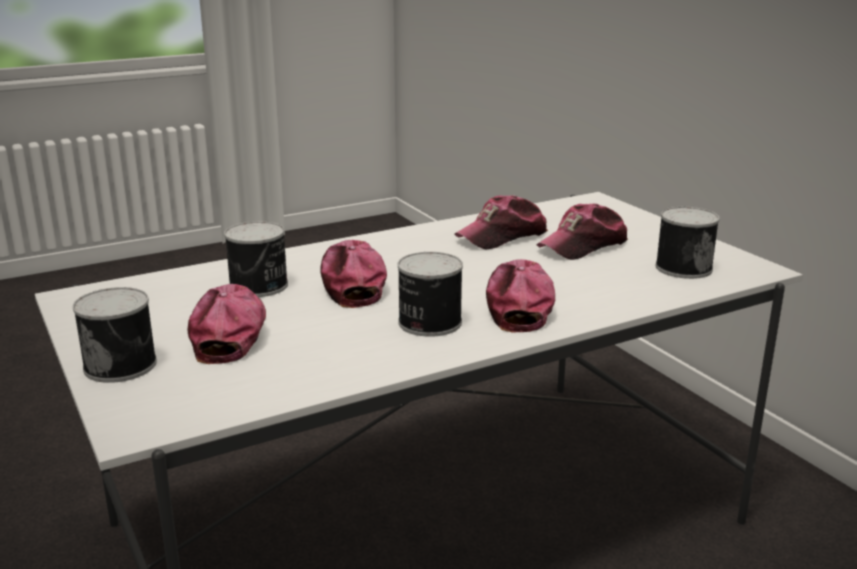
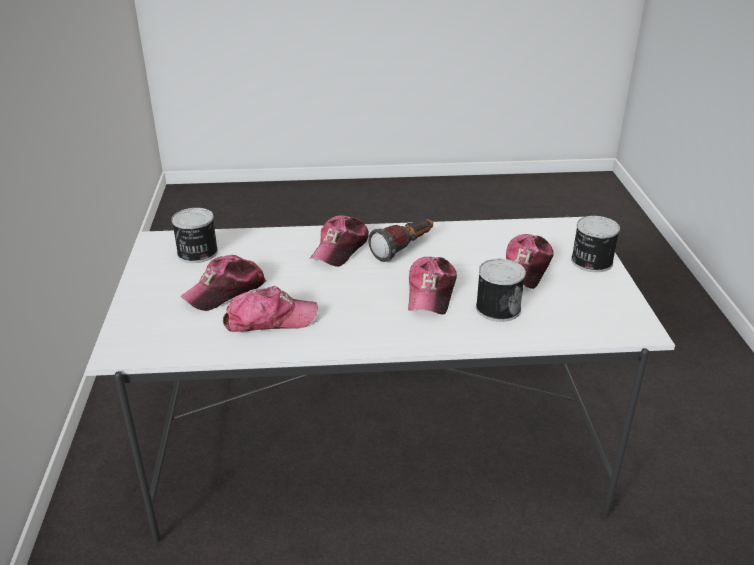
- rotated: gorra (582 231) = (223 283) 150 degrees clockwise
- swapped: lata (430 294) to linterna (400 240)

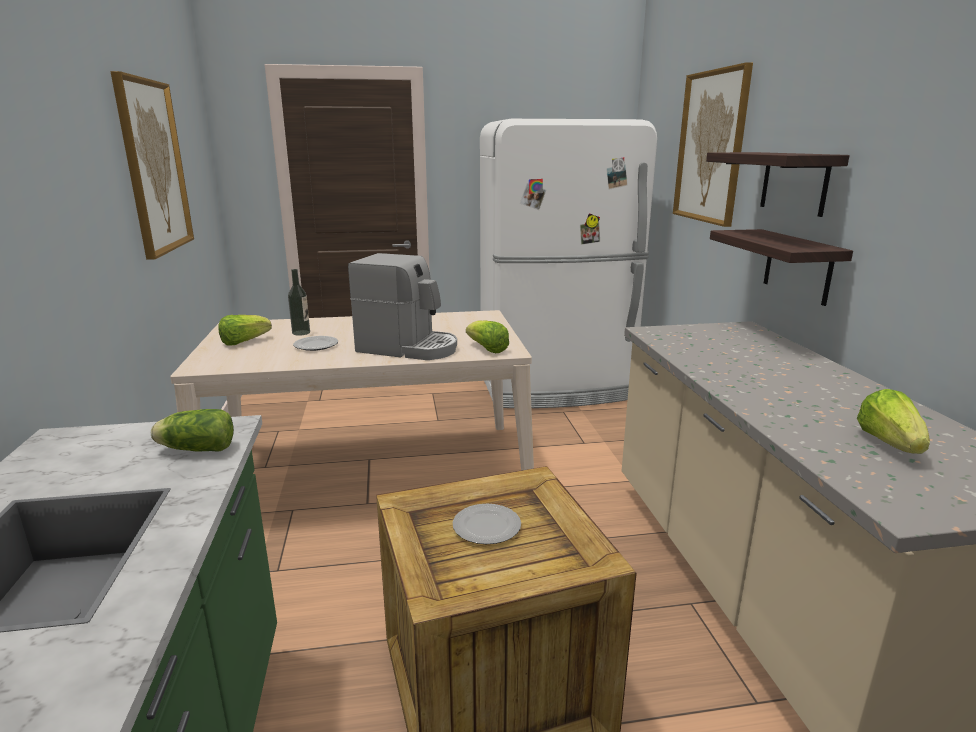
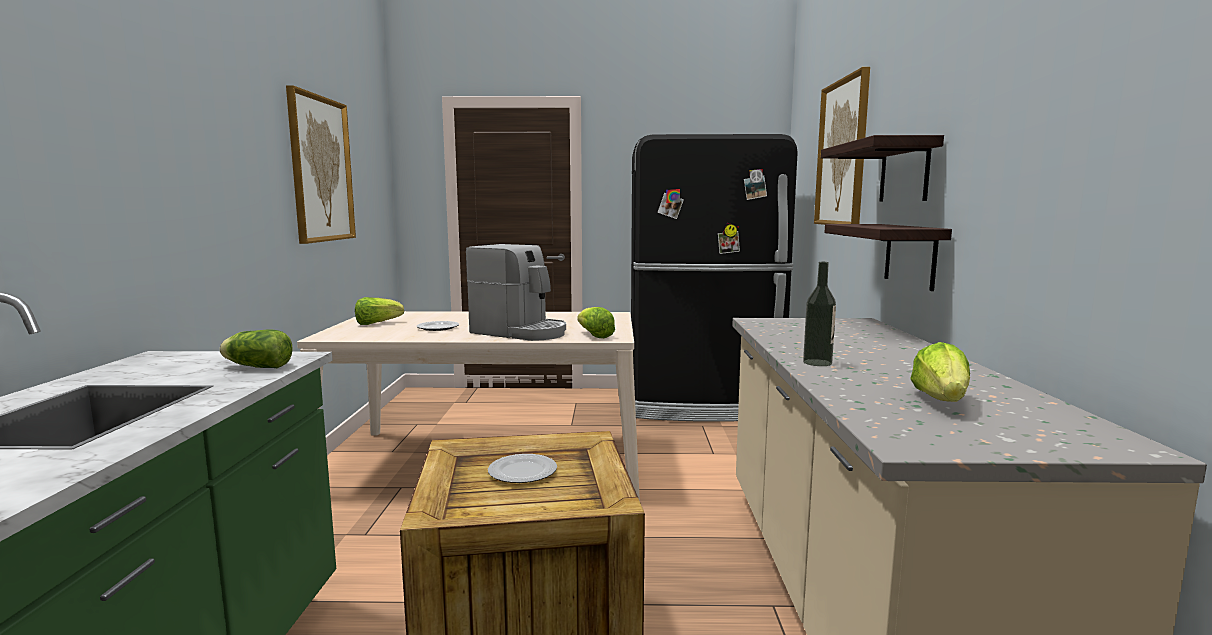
- repainted: nevera [blanco] (568 263) to nevera [negro] (714 278)
- shifted: botella (299 302) to (819 314)

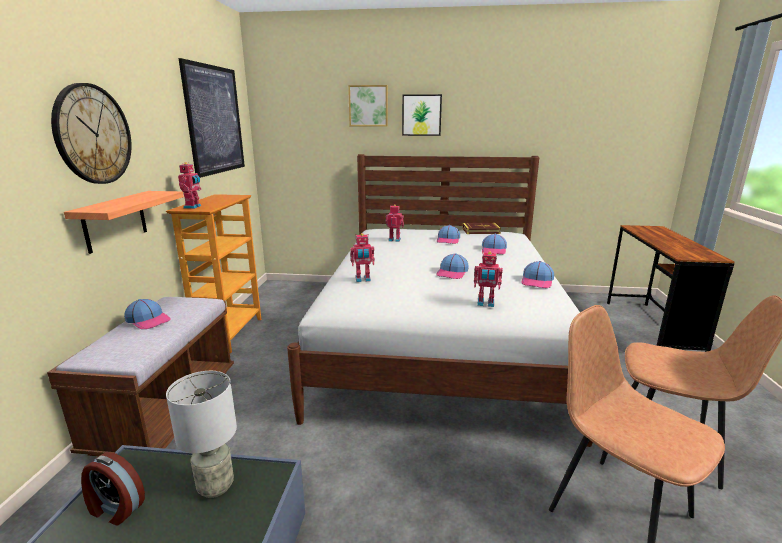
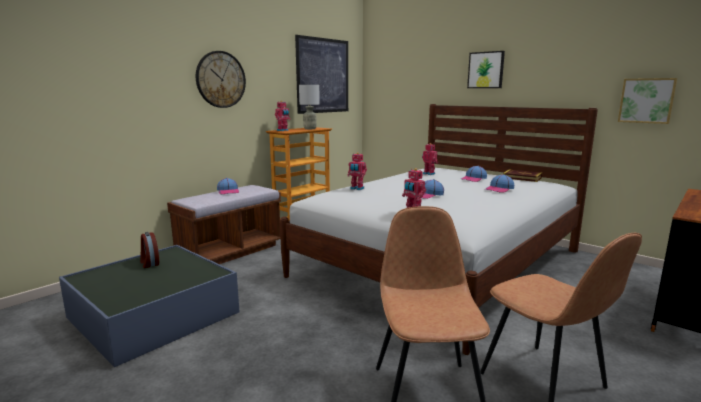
- shifted: lámpara de mesa [gris] (201 434) to (309 107)
- shifted: cuadro (368 105) to (647 101)
- gone: estante (124 222)
- gone: gorra (537 274)

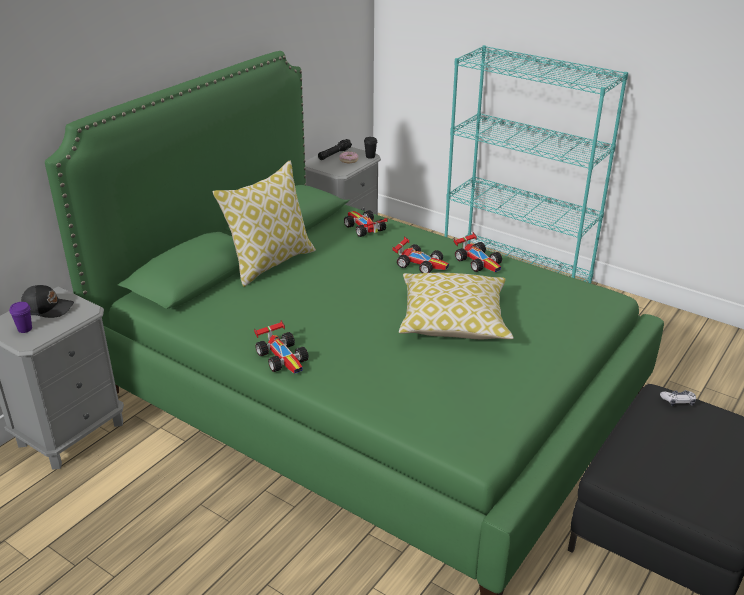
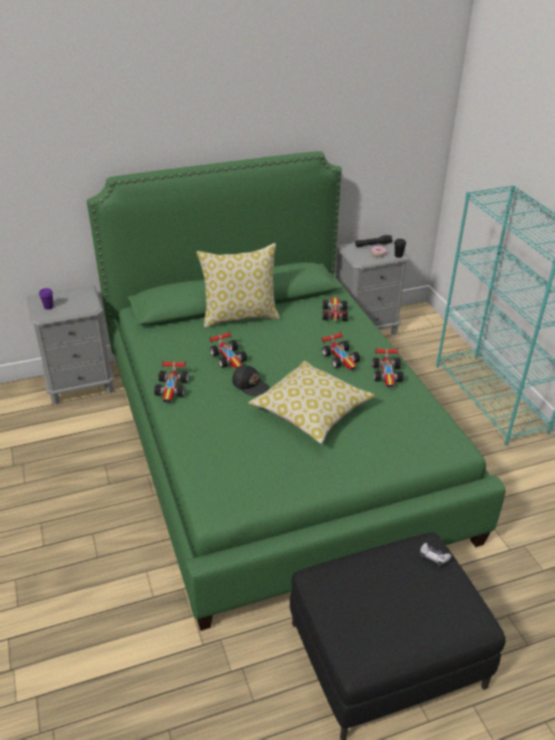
- new: coche de juguete (228 350)
- shifted: gorra [negro] (47 301) to (250 380)

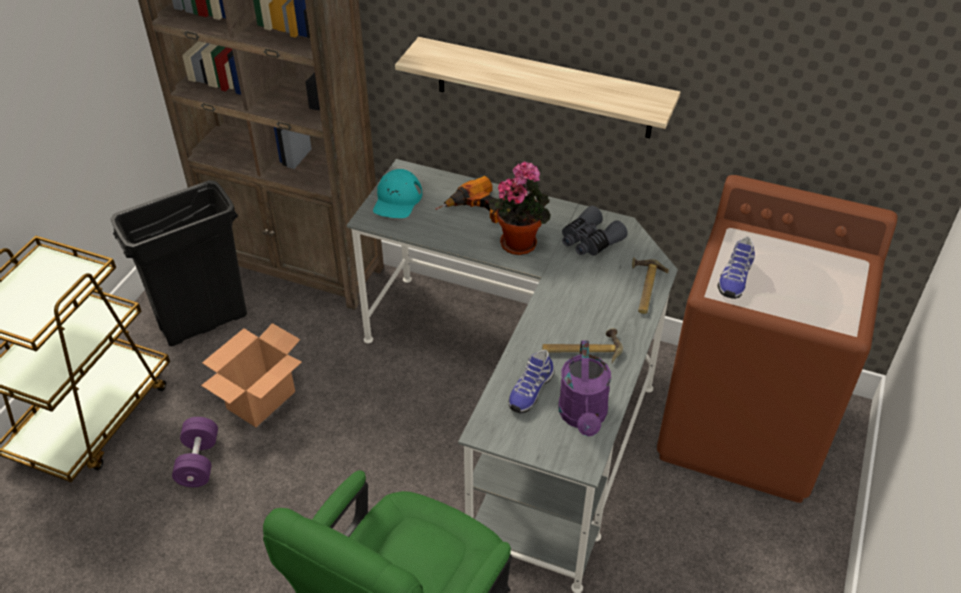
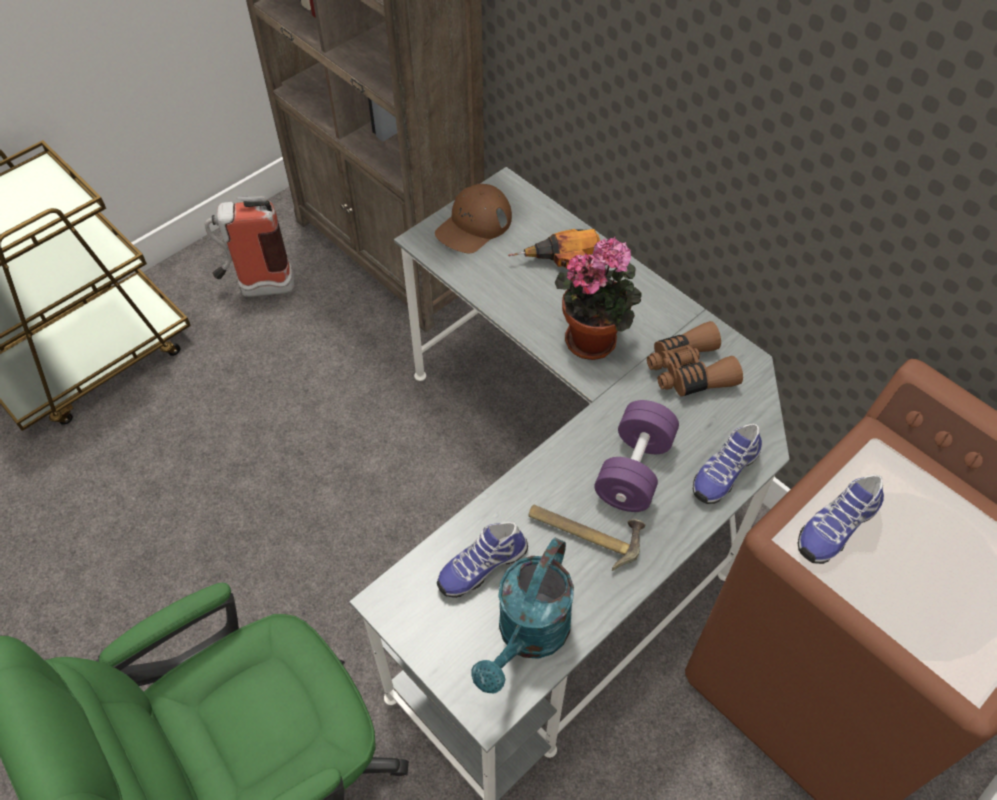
- swapped: papelera [negro] (179 263) to extintor (249 246)
- repainted: gorra [turquesa] (397 193) to gorra [marrón] (473 218)
- repainted: regadera [morado] (585 388) to regadera [turquesa] (523 615)
- shifted: mancuerna [morado] (195 452) to (636 456)
- repainted: prismáticos [gris] (595 231) to prismáticos [marrón] (695 359)
- swapped: martillo (650 285) to zapato (727 464)
- gone: caja de cartón (251 375)
- gone: estante (538 87)

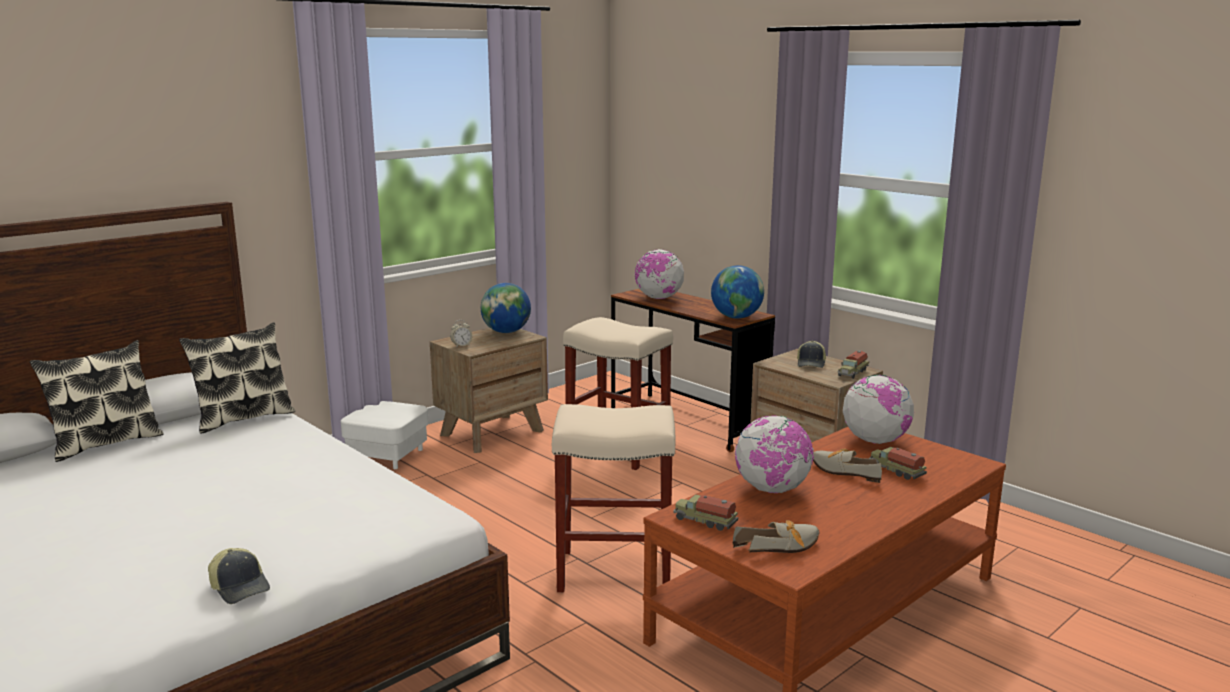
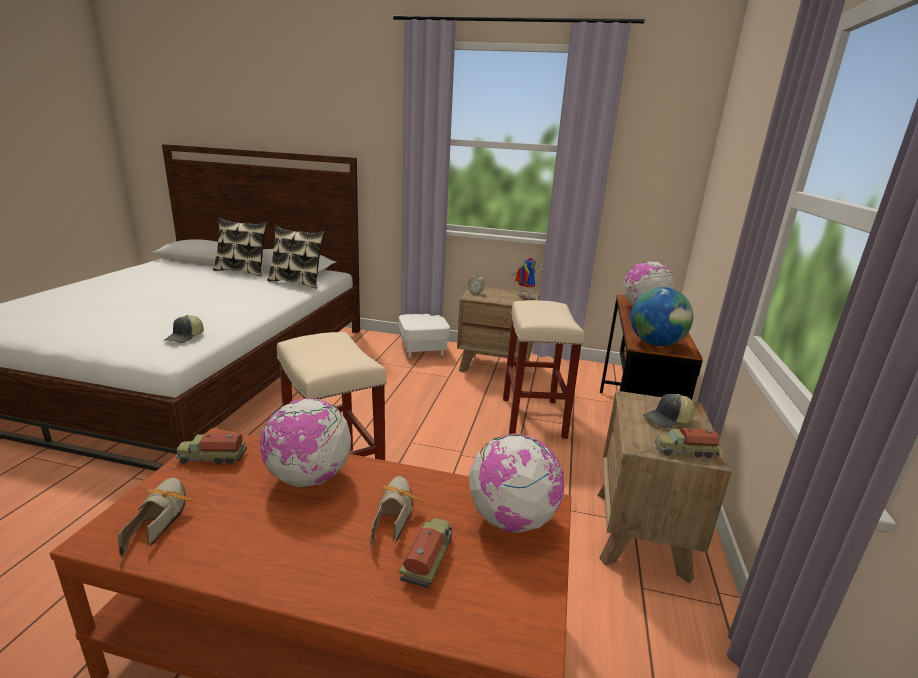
- rotated: zapato (775 536) = (155 518) 135 degrees counterclockwise
- shifted: gorra (239 576) to (184 329)
- rotated: camión de juguete (705 512) = (211 449) 90 degrees counterclockwise
- swapped: globo terráqueo (506 308) to robot de juguete (527 278)

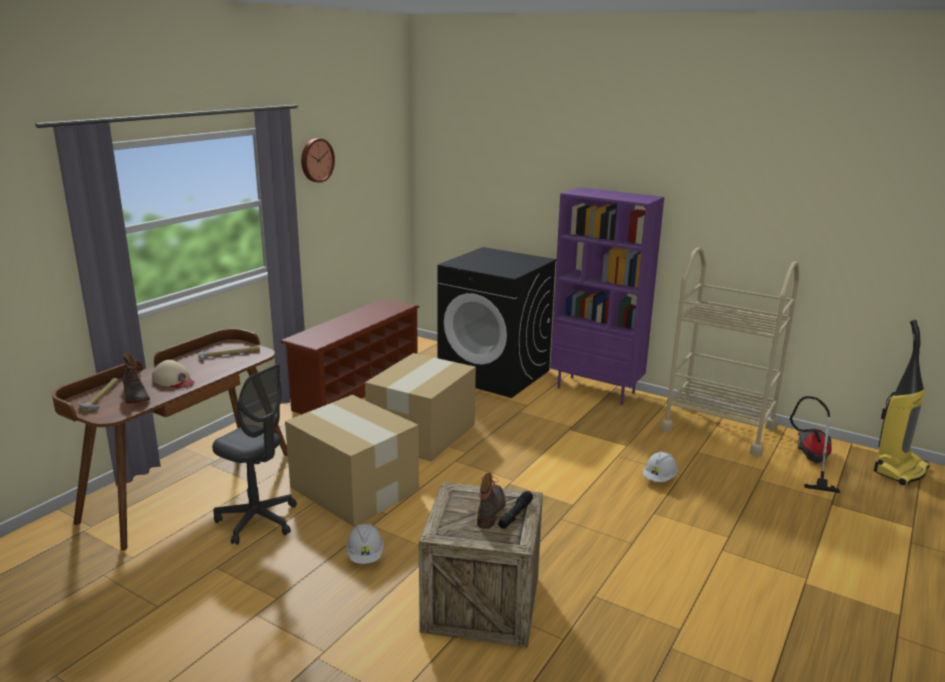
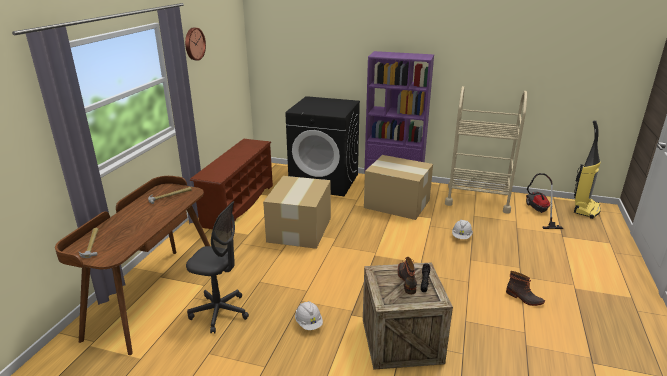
- shifted: caja de cartón (352 461) to (398 187)
- shifted: bota (136 378) to (525 288)
- gone: gorra [beis] (173 374)

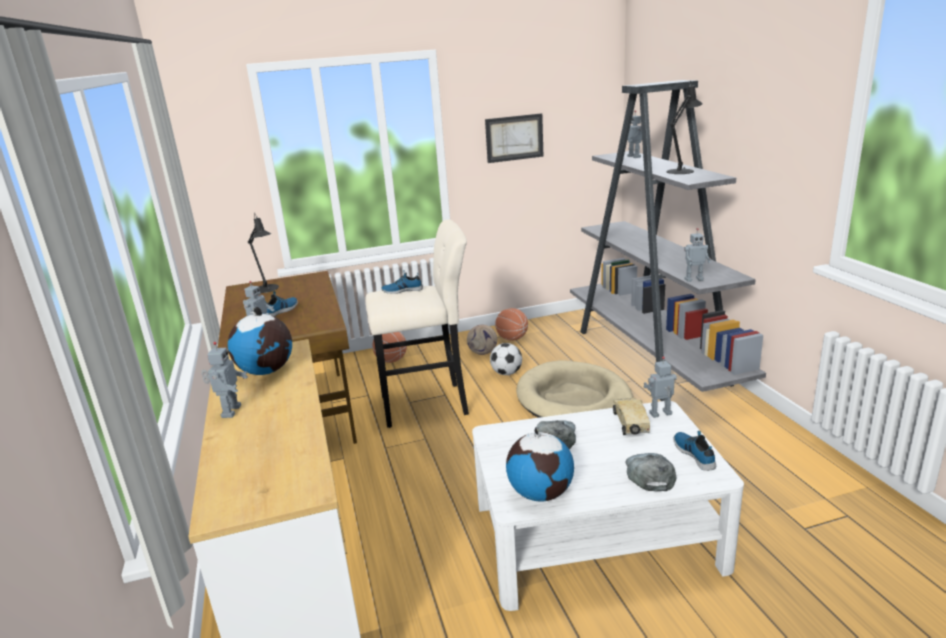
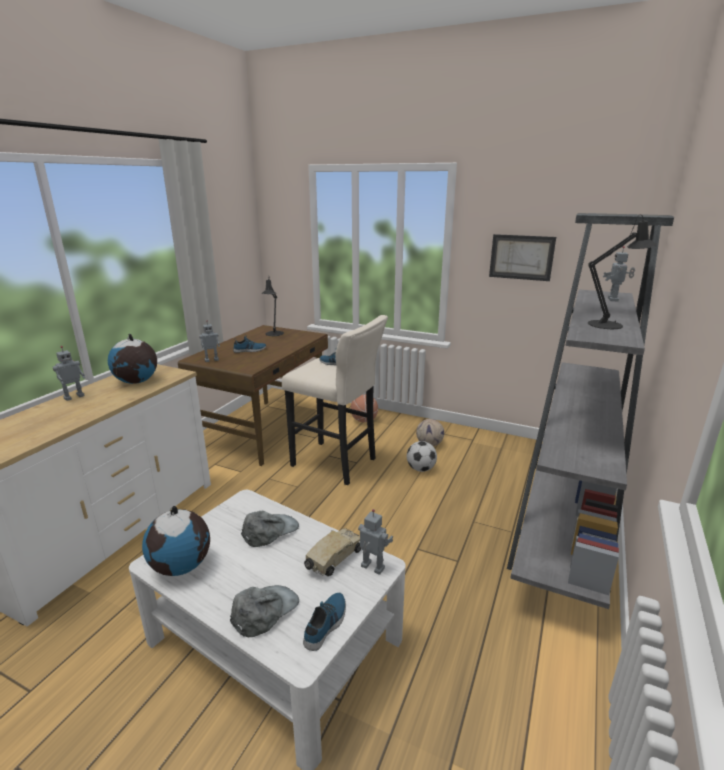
- gone: balón de baloncesto (511 324)
- gone: cama para perro [beis] (574 389)
- gone: robot de juguete (697 255)

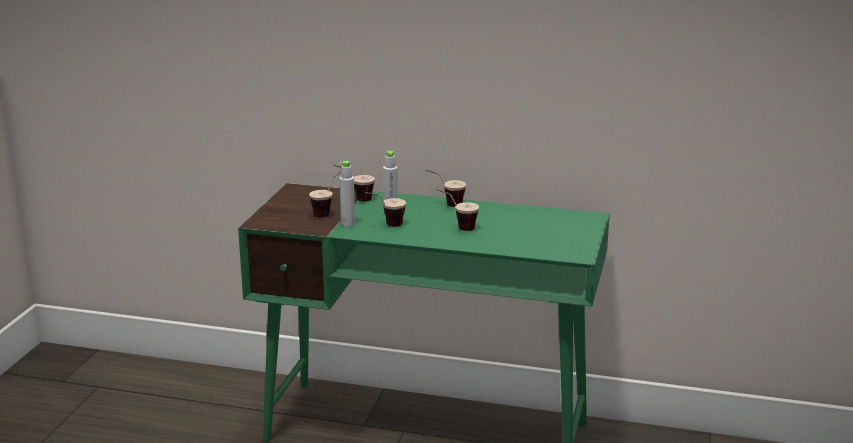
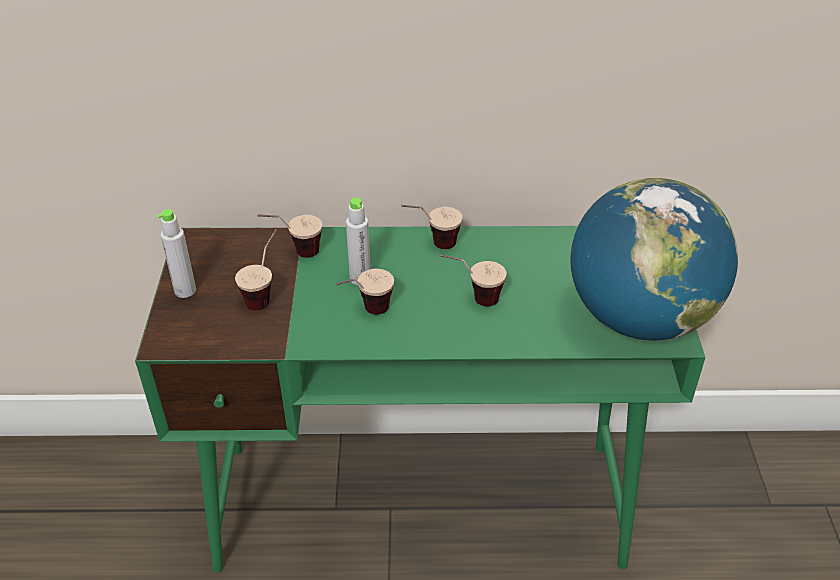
- shifted: botella [gris] (347 194) to (176 253)
- new: globo terráqueo (654 259)

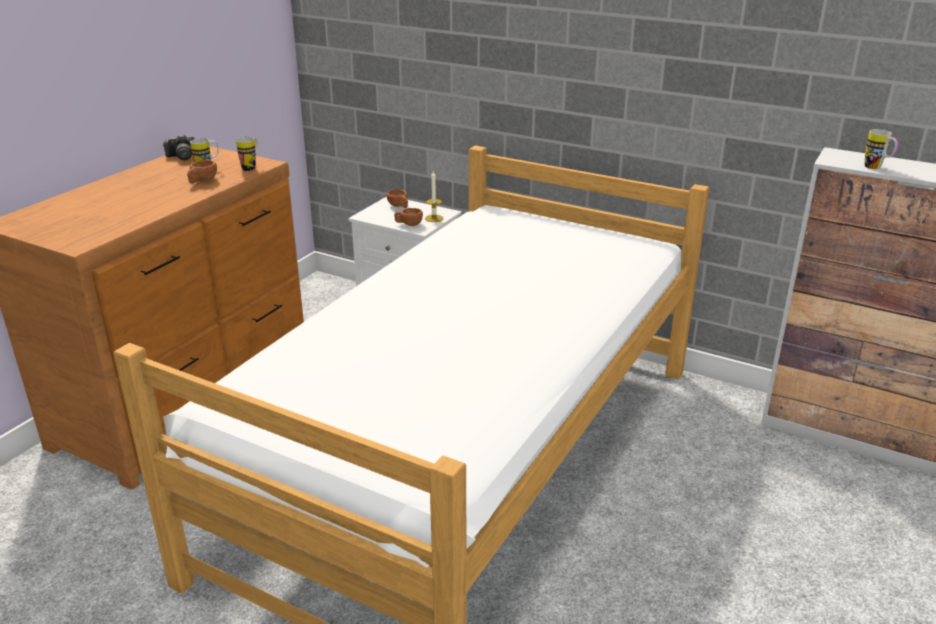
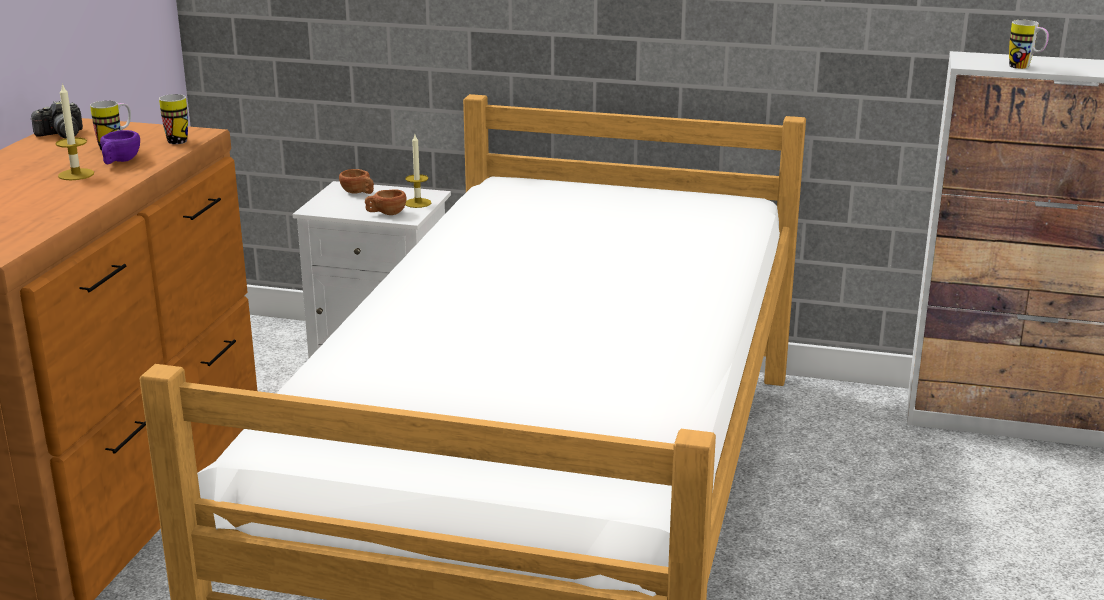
- new: vela (75 131)
- repainted: taza [marrón] (202 171) to taza [morado] (120 147)

